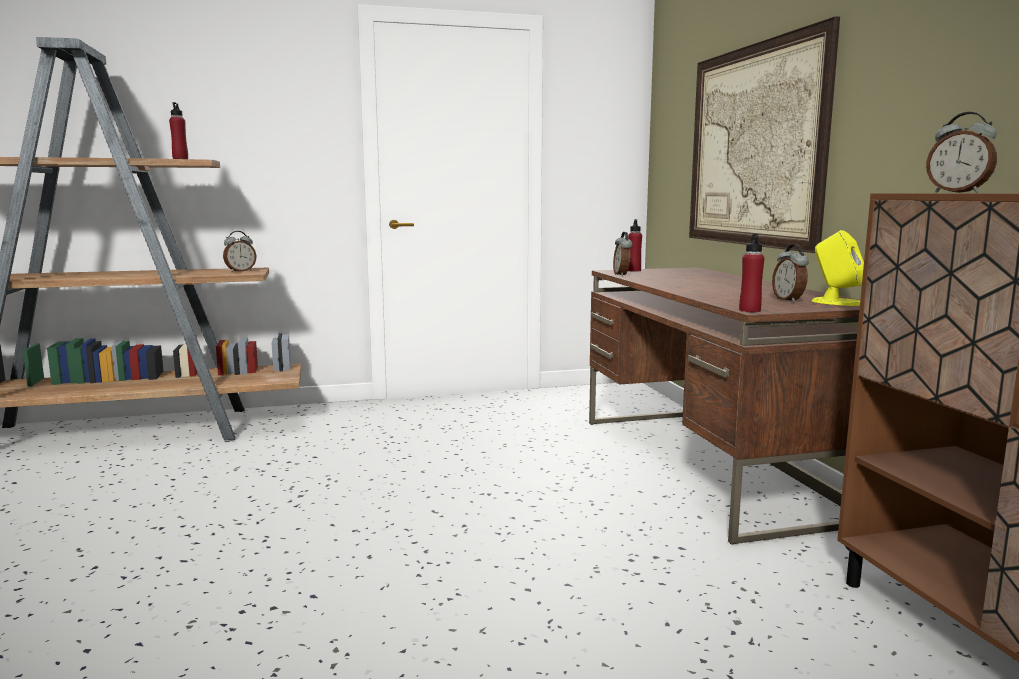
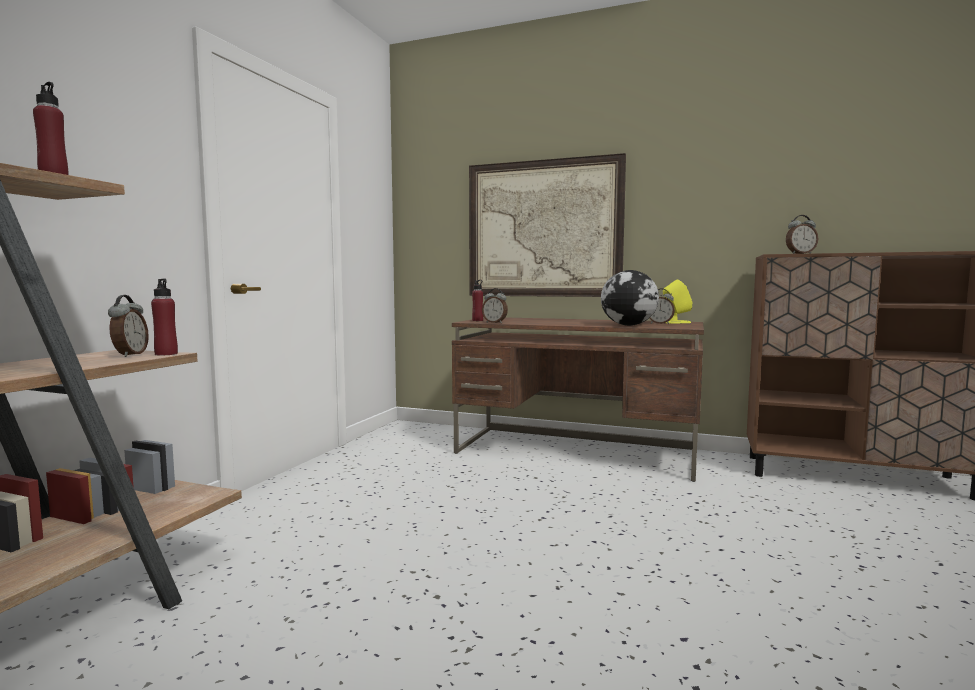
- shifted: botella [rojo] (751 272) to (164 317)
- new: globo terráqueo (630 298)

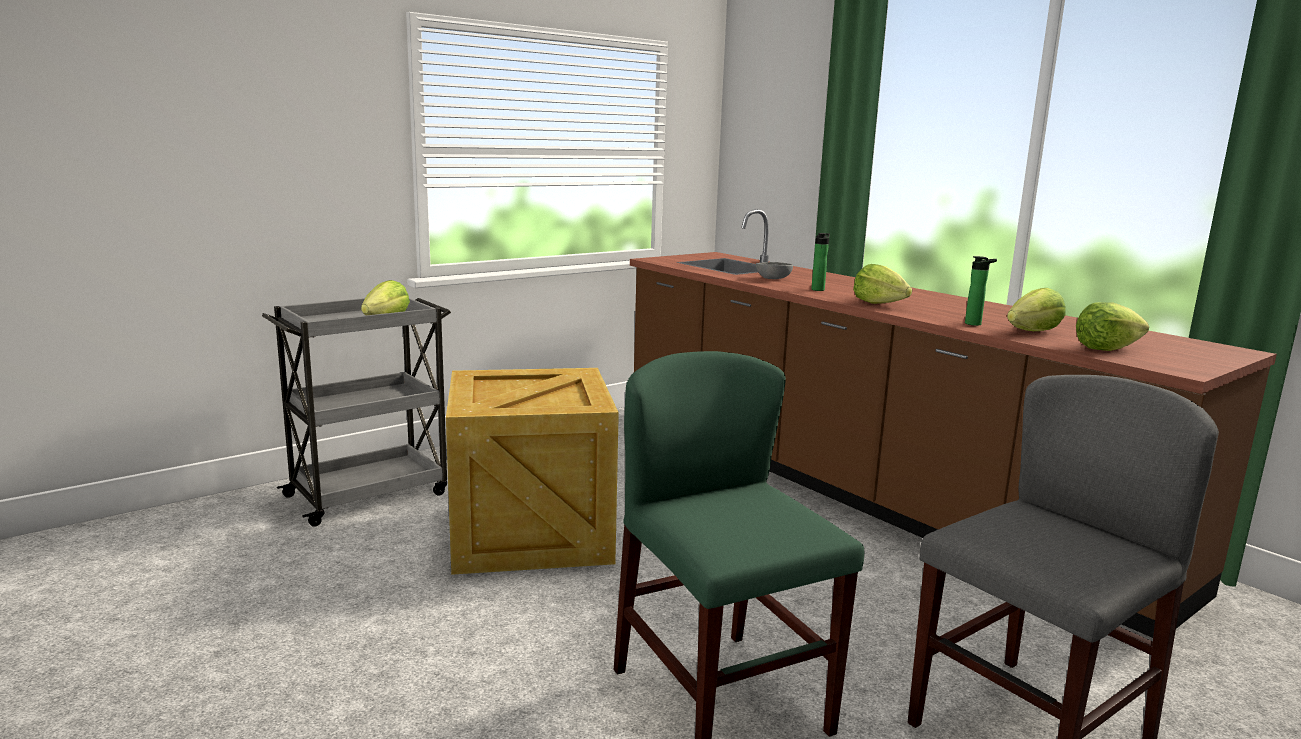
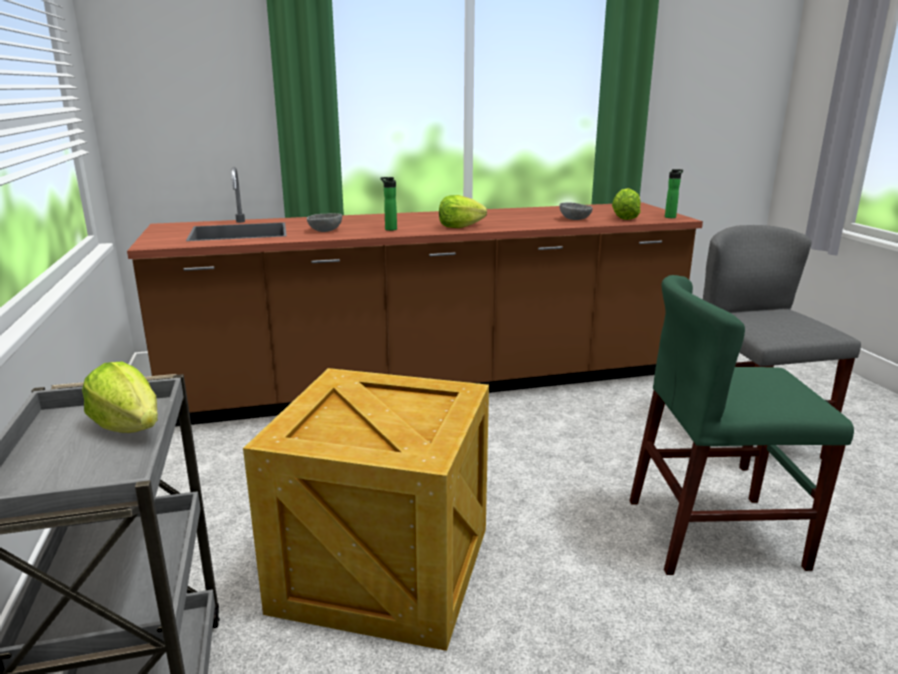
- swapped: lechuga (1036 309) to cuenco [gris] (576 211)
- shifted: botella (981 291) to (674 193)

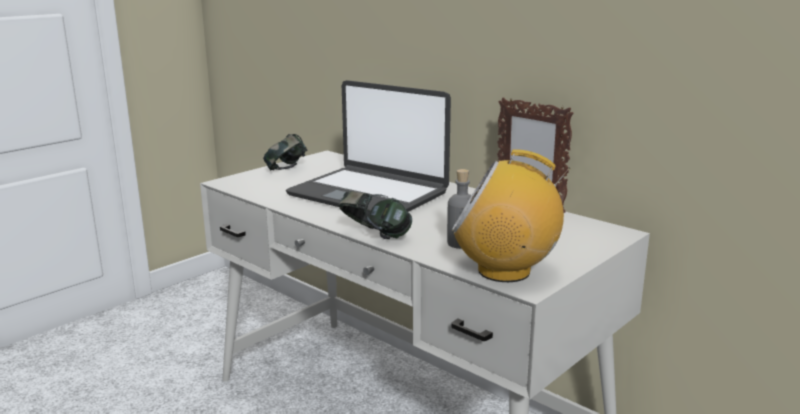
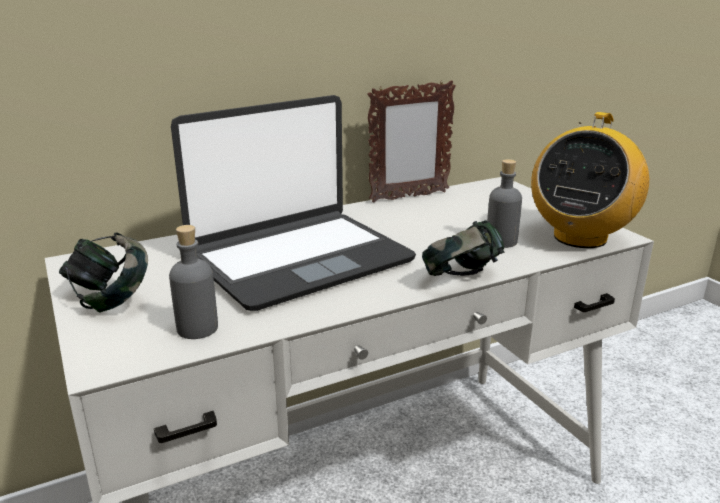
- new: botella [gris] (193 282)

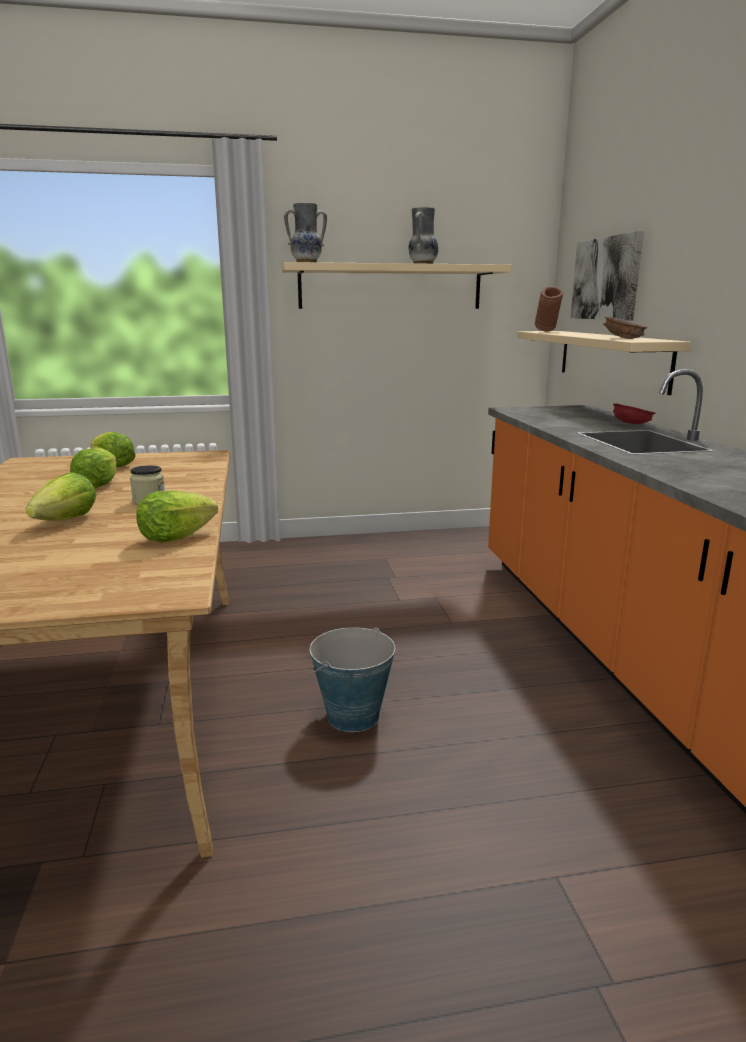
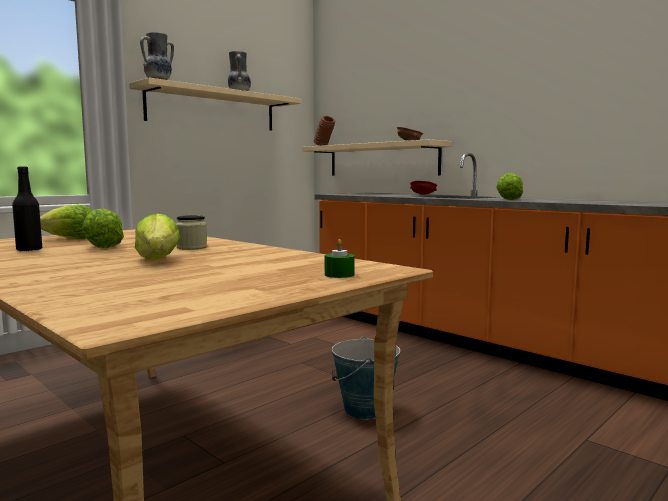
- new: botella [negro] (27 209)
- new: vela [verde] (339 258)
- shifted: lechuga (177 517) to (509 186)
- gone: cuadro (607 275)

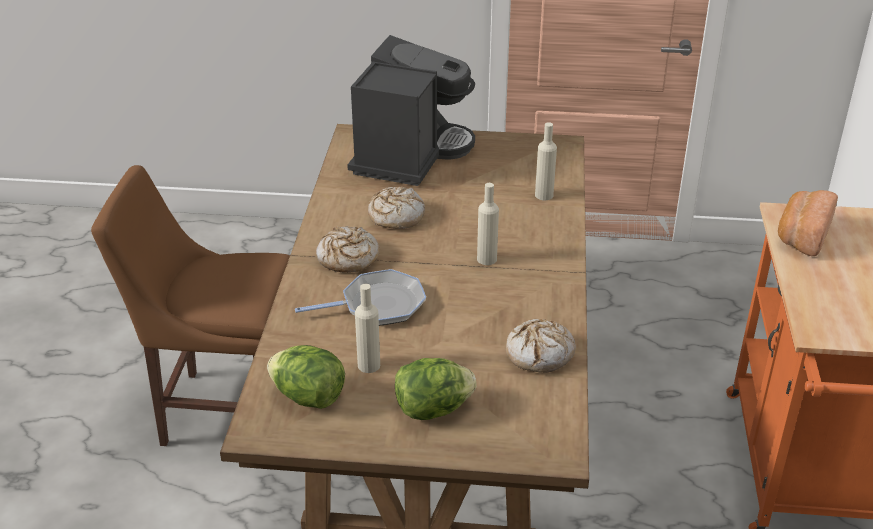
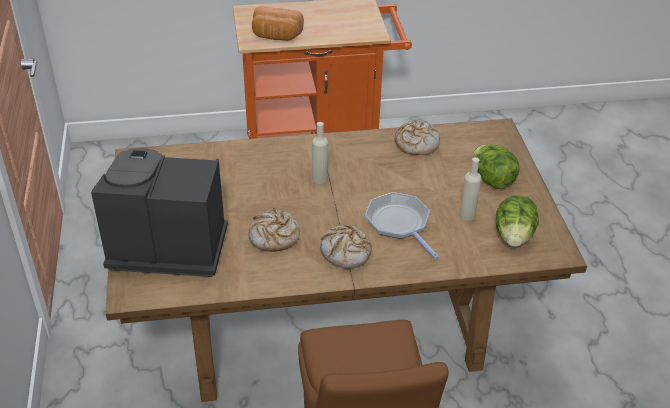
- gone: botella [beis] (546 161)

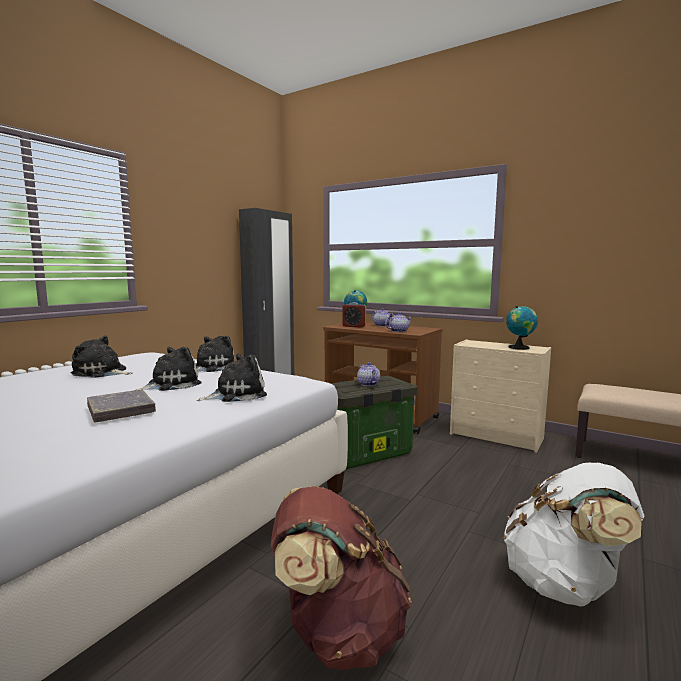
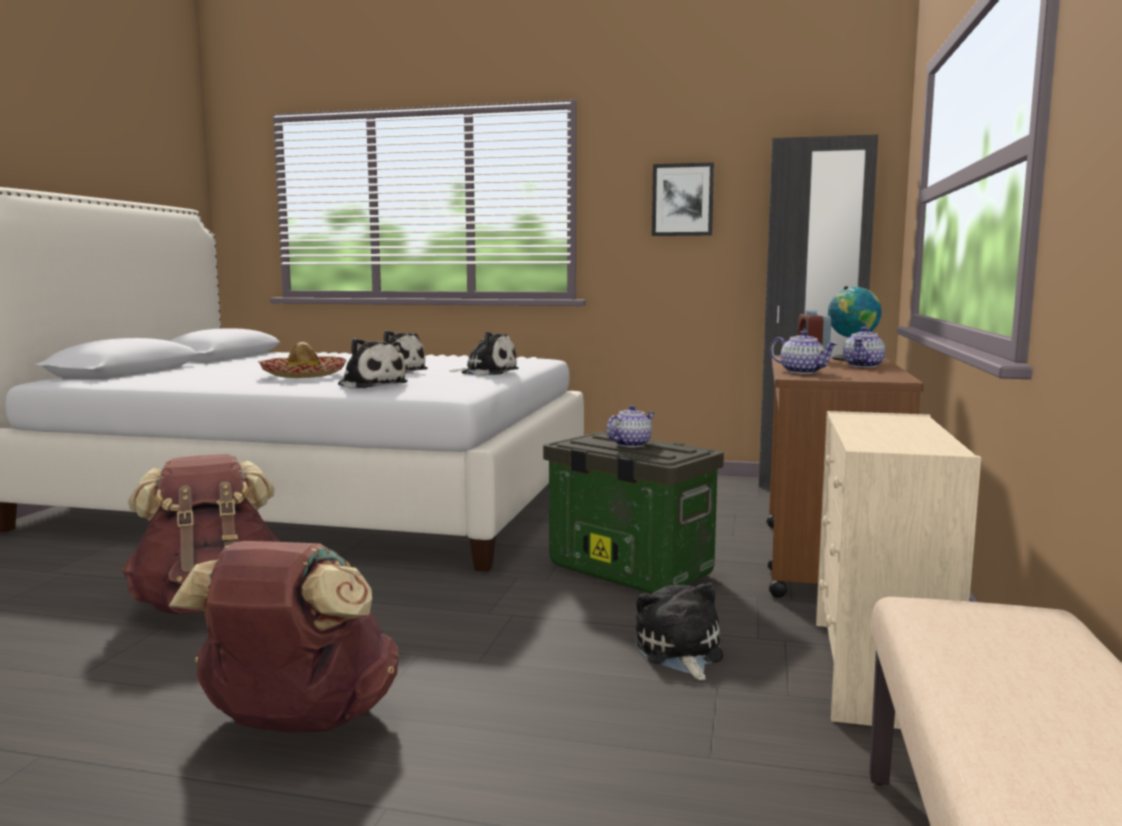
- repainted: mochila [blanco] (574 534) to mochila [marrón] (284 636)
- swapped: libro [gris] (121 406) to sombrero (302 360)
- shifted: peluche (102 356) to (679 631)
- new: cuadro (683 199)
- gone: globo terráqueo (522 328)

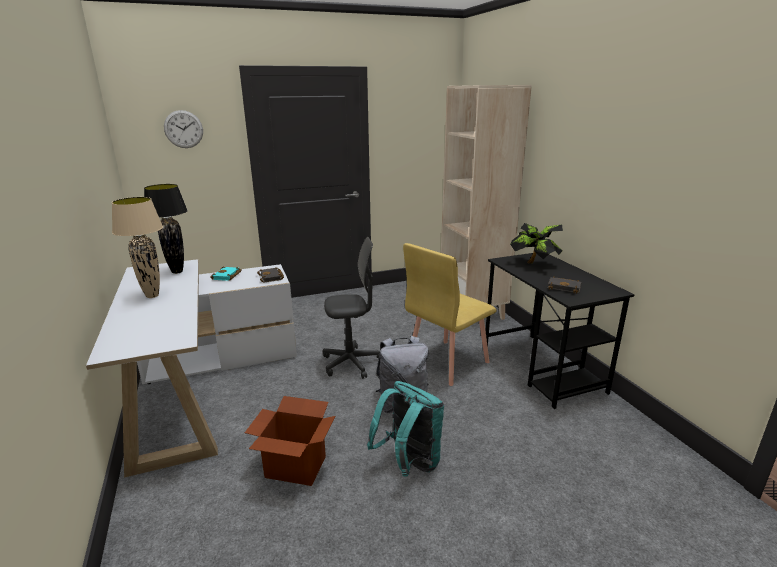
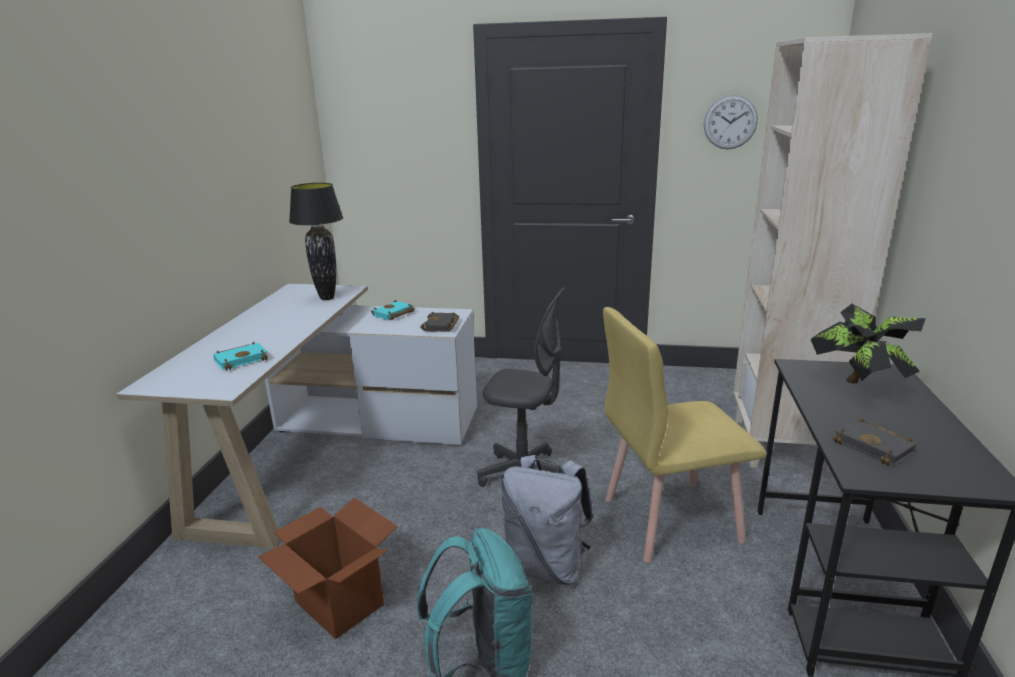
- new: libro [turquesa] (241 356)
- shifted: reloj de pared (183 129) to (731 122)
- gone: lámpara de mesa [beis] (137 247)

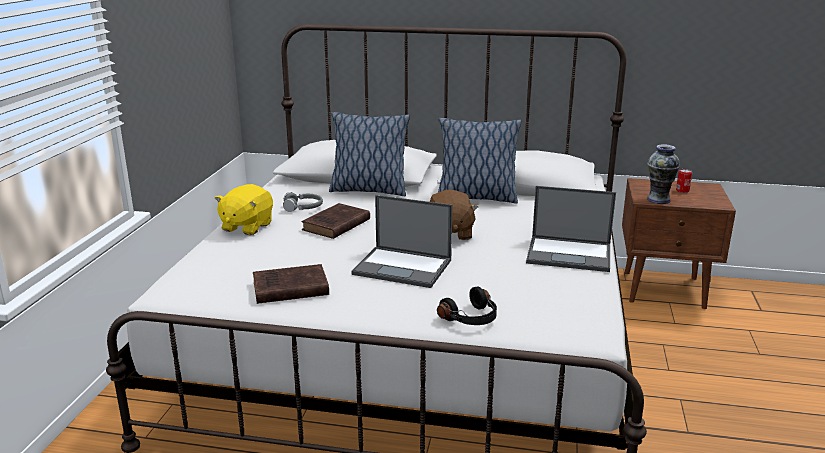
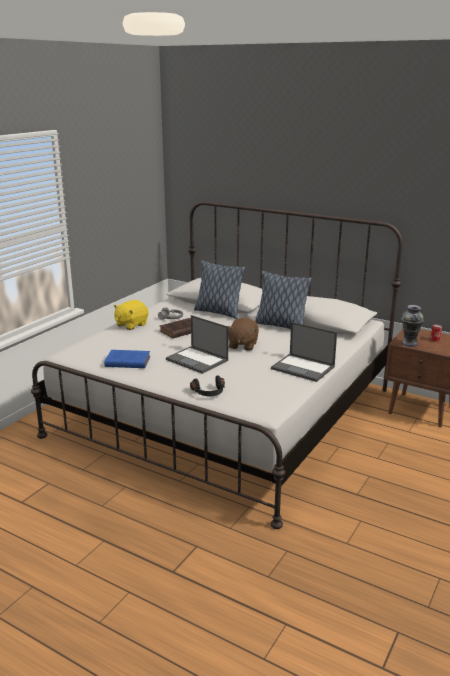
- repainted: libro [marrón] (291 284) to libro [azul] (127 359)

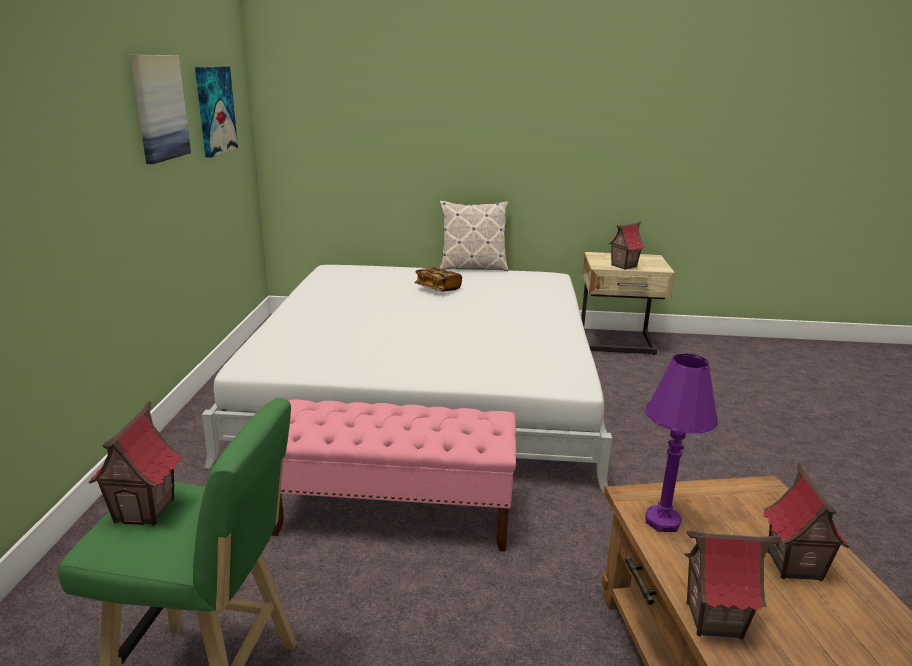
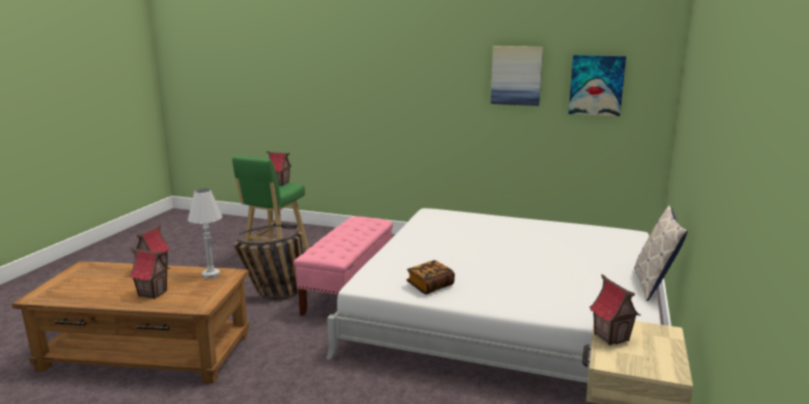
- repainted: lámpara de mesa [morado] (681 443) to lámpara de mesa [blanco] (205 233)
- new: cesta (268 262)
- shifted: libro (438 279) to (431 277)

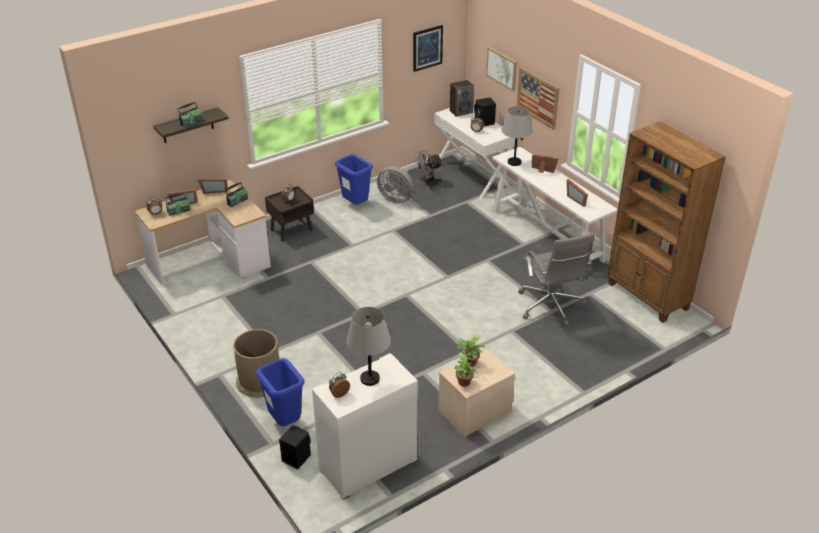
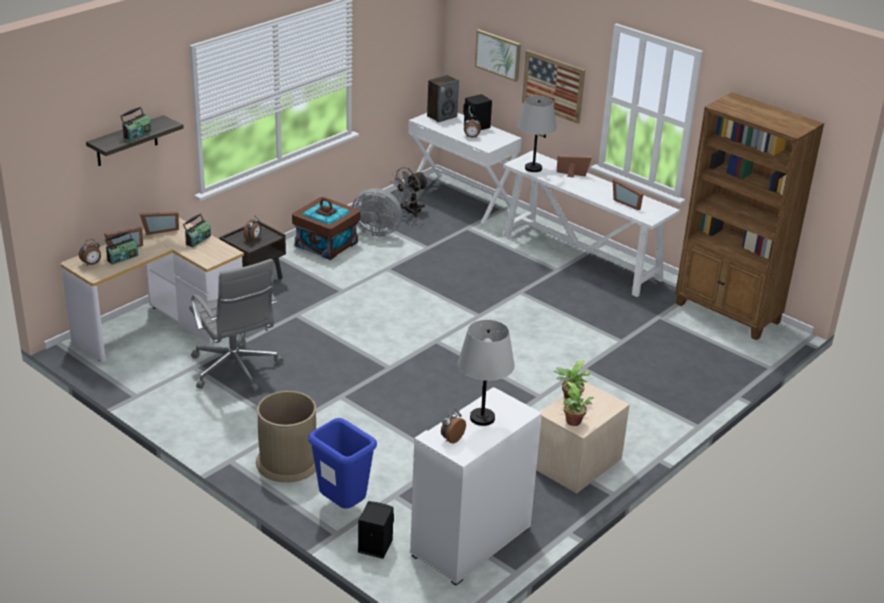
- shifted: silla de oficina [gris] (556 280) to (236 325)
- swapped: papelera [azul] (354 179) to caja de almacenaje [marrón] (326 228)
- gone: cuadro (428 48)

